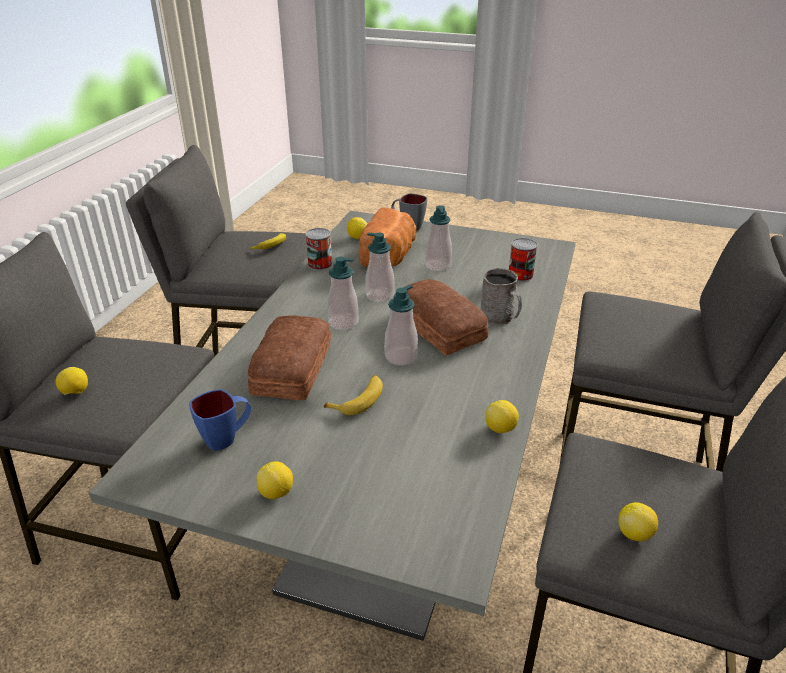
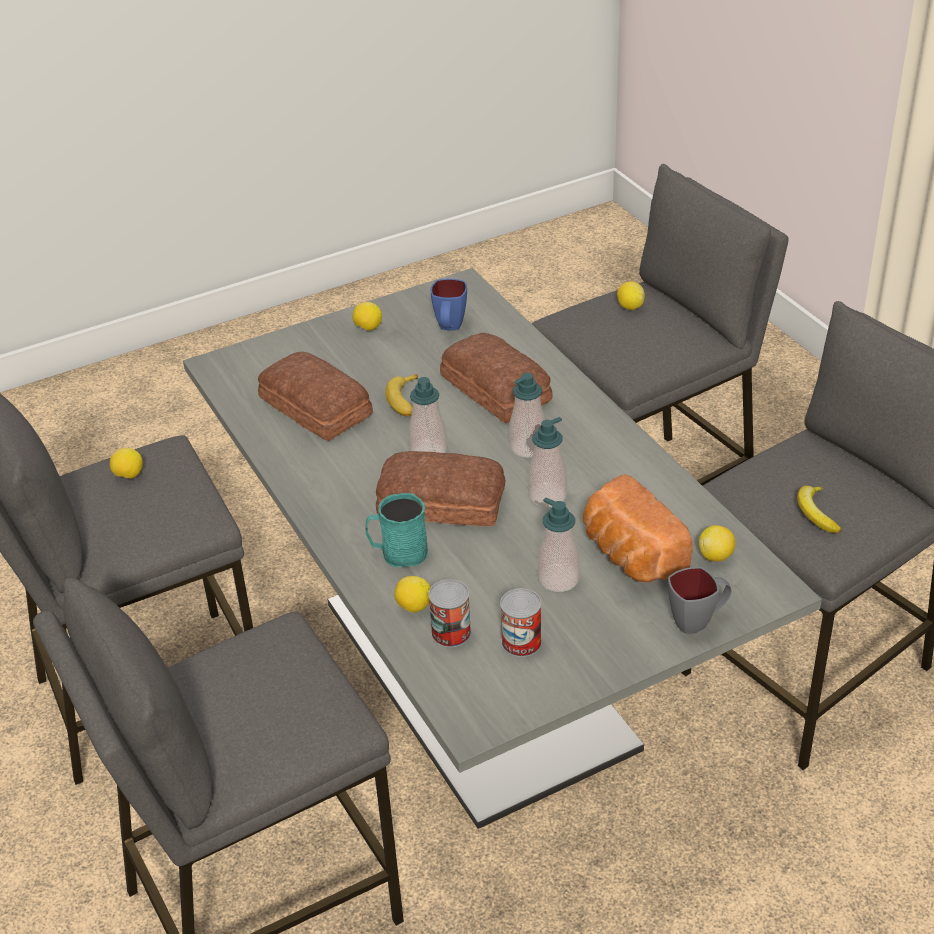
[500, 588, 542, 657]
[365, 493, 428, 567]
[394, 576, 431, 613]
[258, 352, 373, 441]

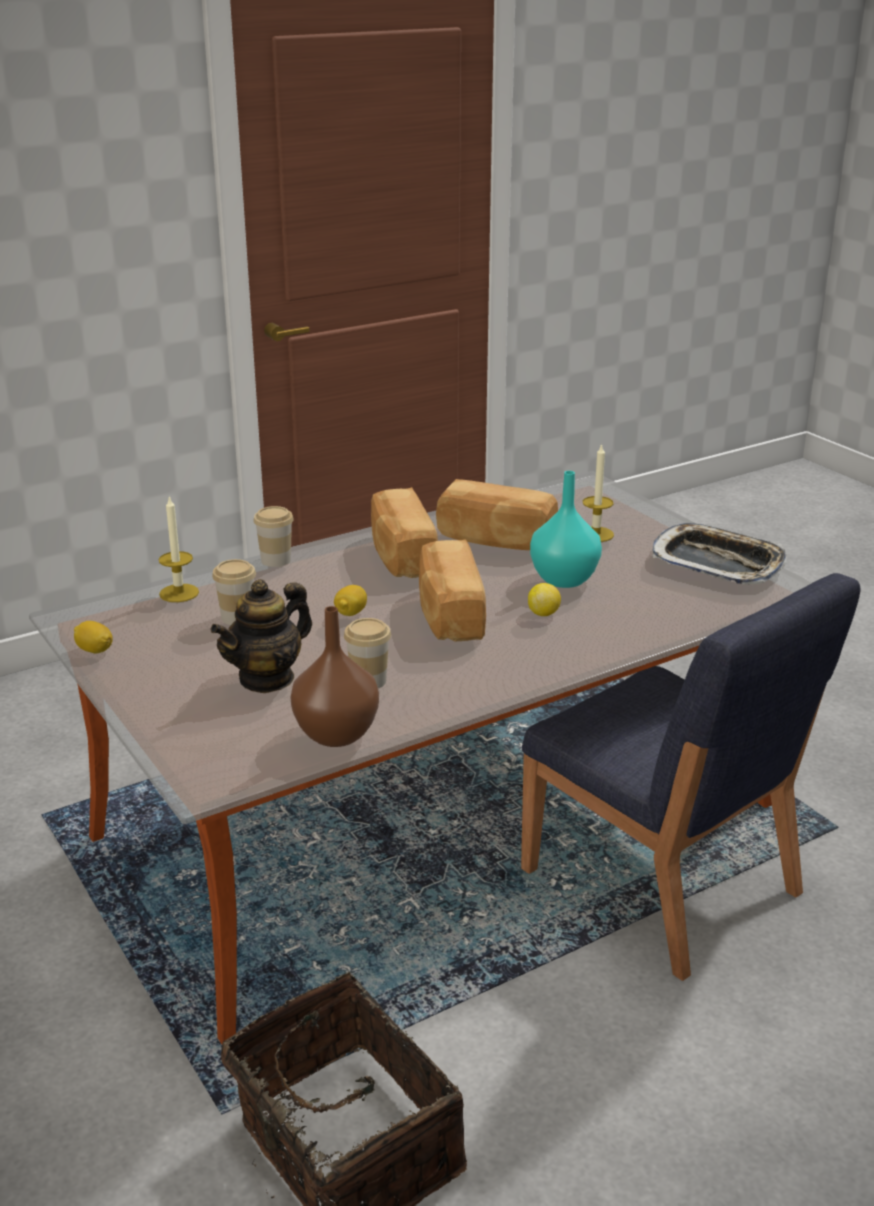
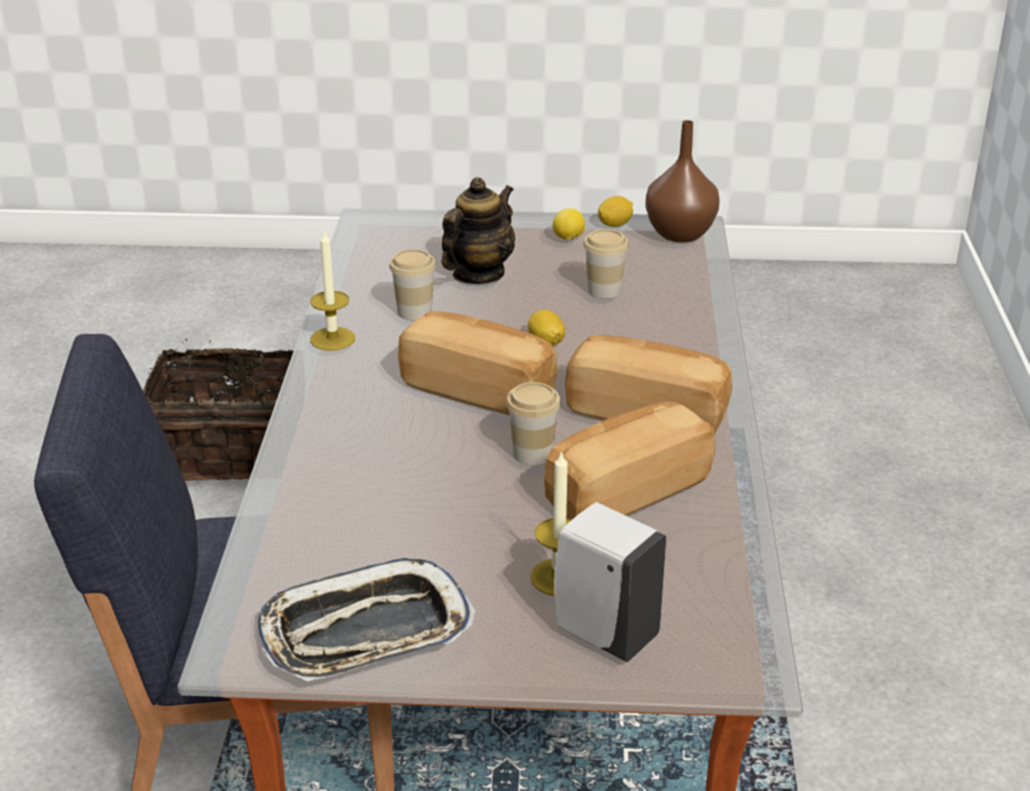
[530, 471, 602, 588] (first image)
[310, 229, 355, 351]
[506, 382, 561, 465]
[441, 177, 515, 284]
[552, 208, 585, 240]
[645, 120, 720, 242]
[554, 502, 666, 662]

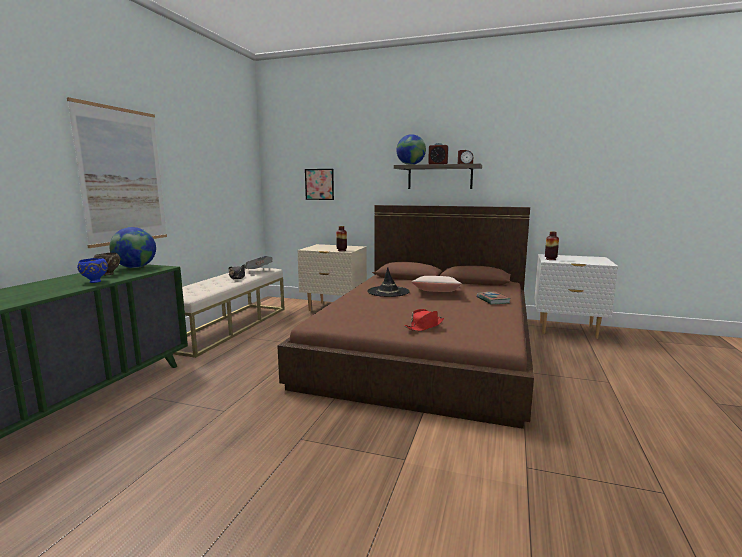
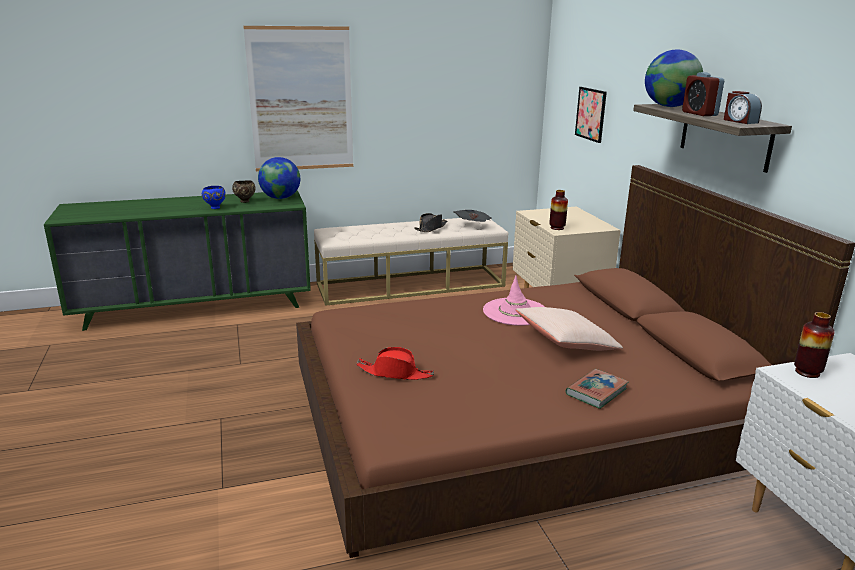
[483, 275, 545, 326]

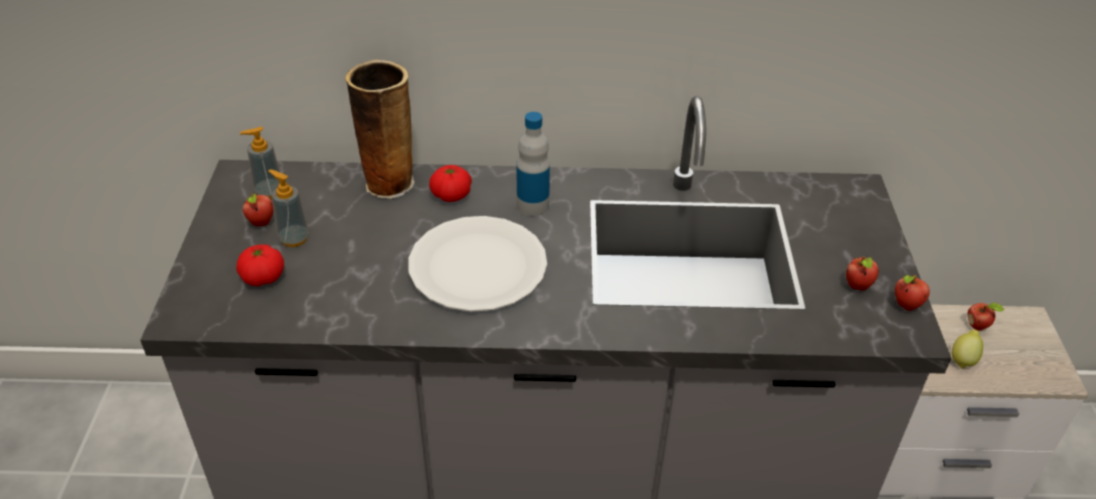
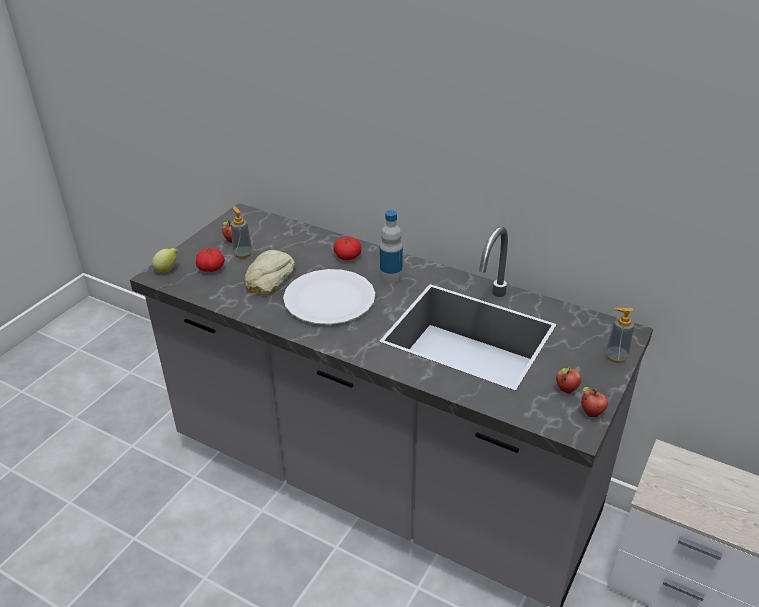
[345, 60, 414, 199] (first image)
[605, 308, 635, 363]
[968, 303, 1005, 331] (first image)
[152, 248, 178, 273]
[244, 250, 295, 295]

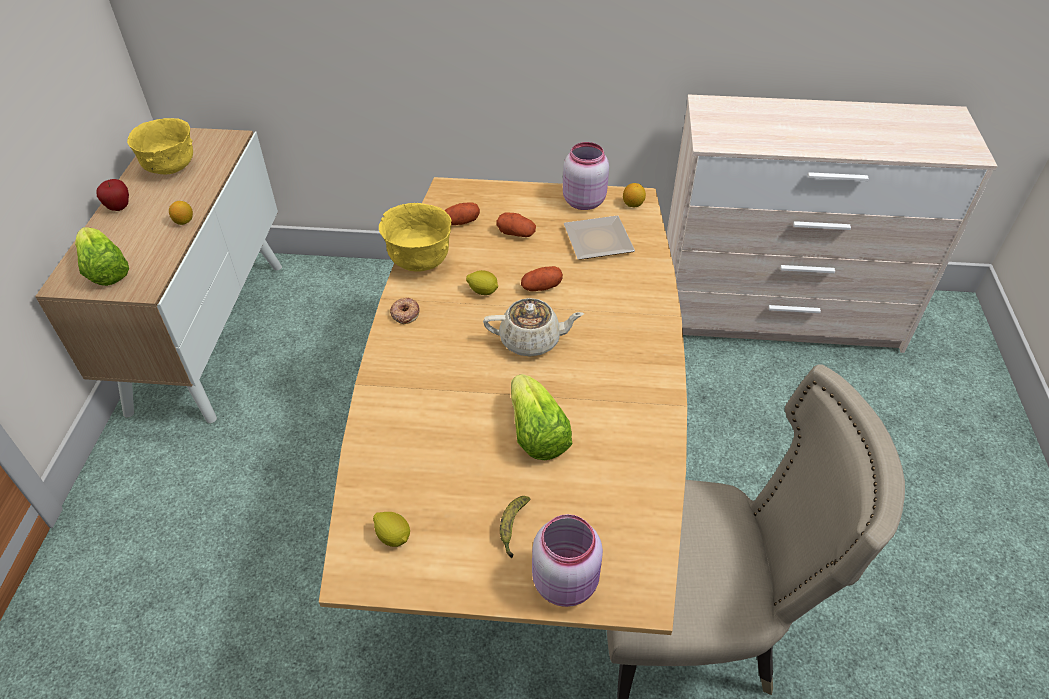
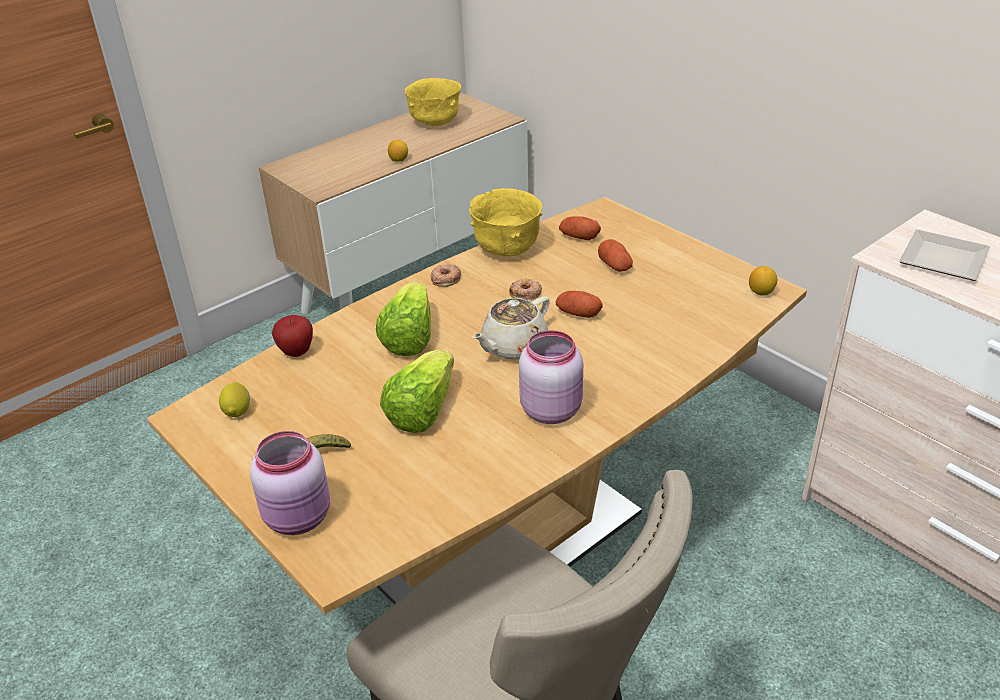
[519, 330, 583, 424]
[272, 315, 313, 357]
[899, 230, 990, 281]
[376, 282, 431, 356]
[509, 278, 542, 300]
[473, 296, 550, 360]

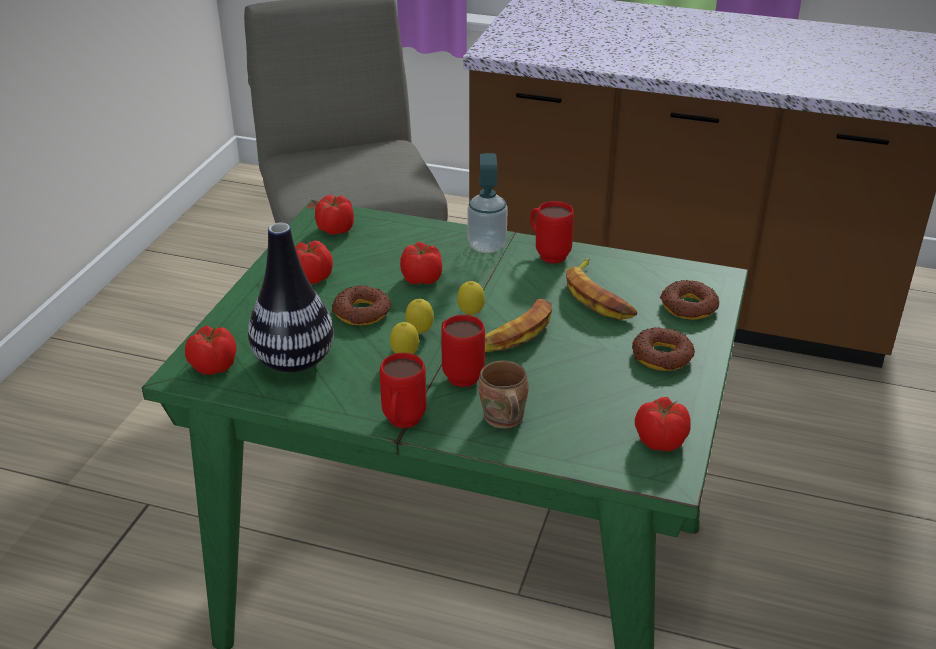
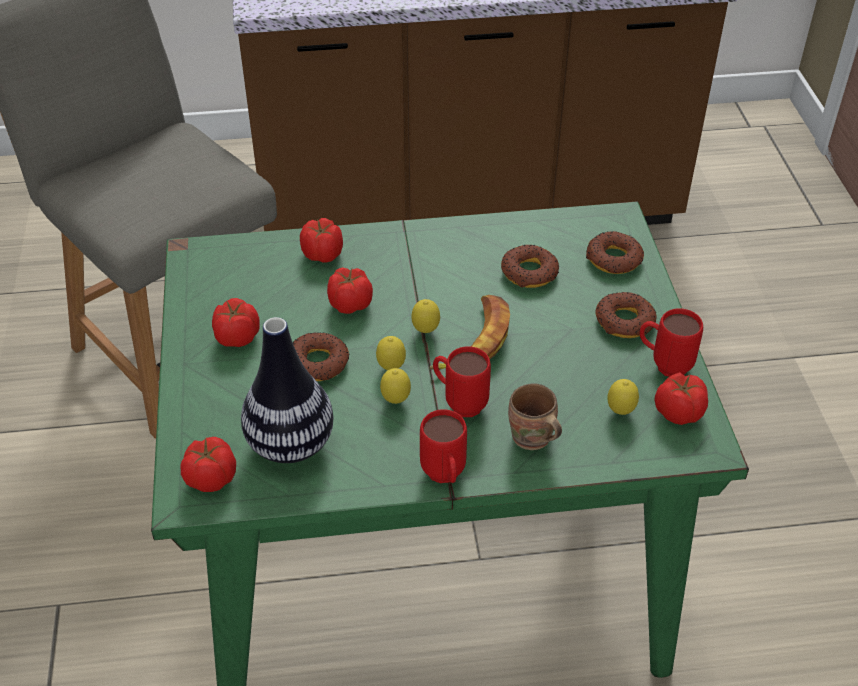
[467, 153, 508, 253] (first image)
[300, 218, 343, 263]
[639, 308, 703, 377]
[501, 245, 559, 288]
[608, 379, 639, 415]

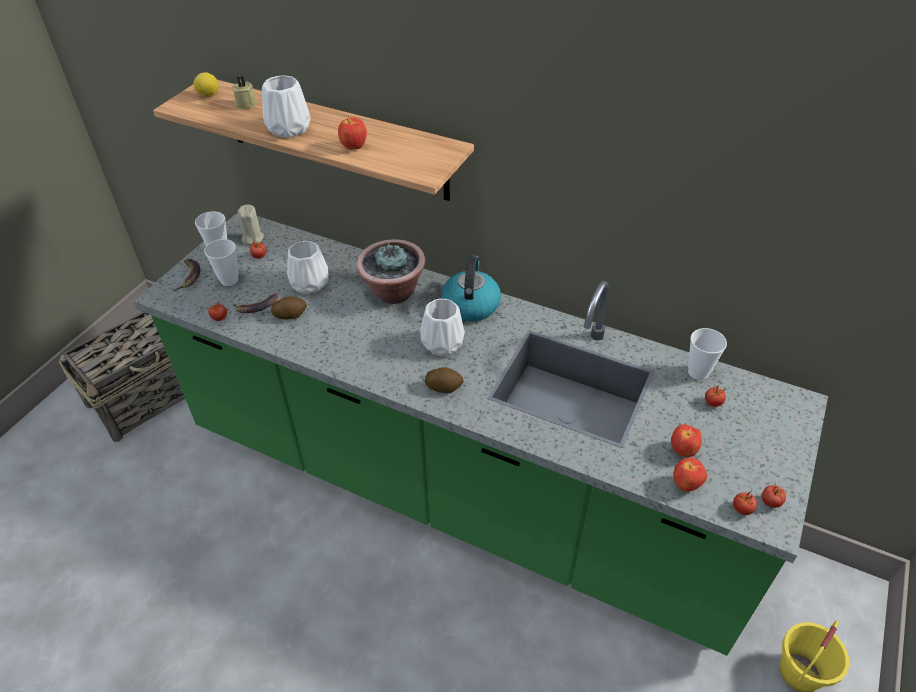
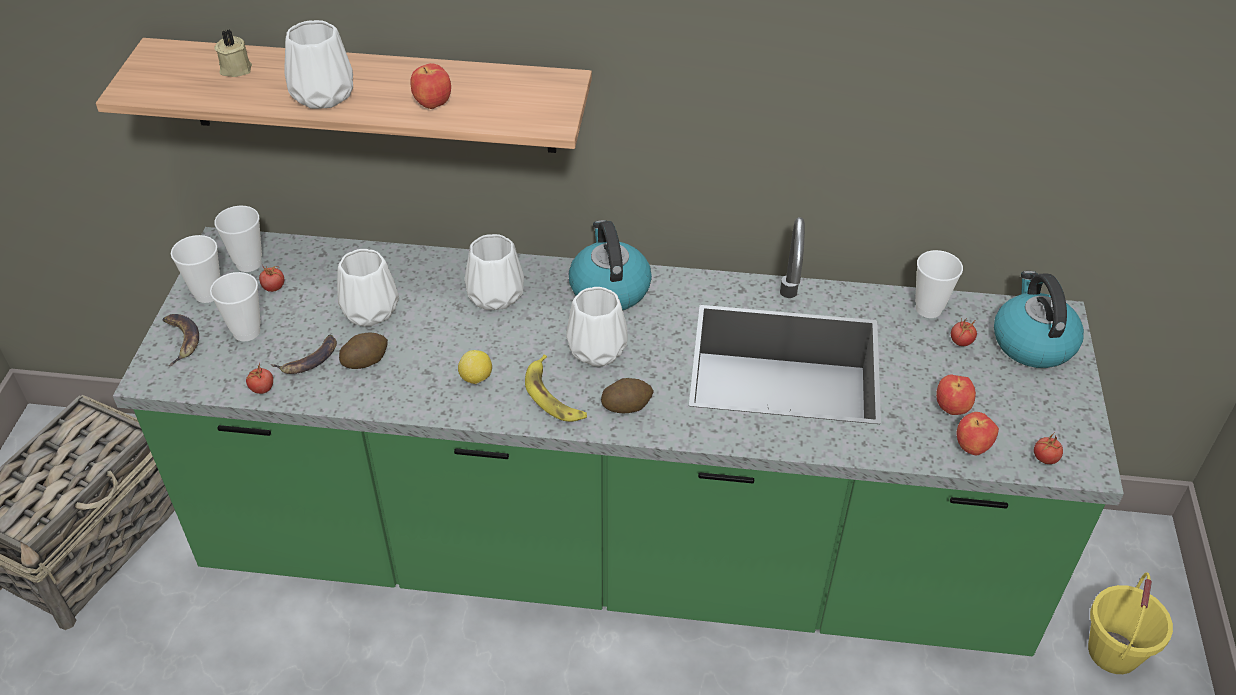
[458, 350, 492, 384]
[214, 206, 262, 272]
[465, 234, 524, 310]
[762, 482, 787, 508] (first image)
[994, 271, 1084, 368]
[525, 354, 587, 422]

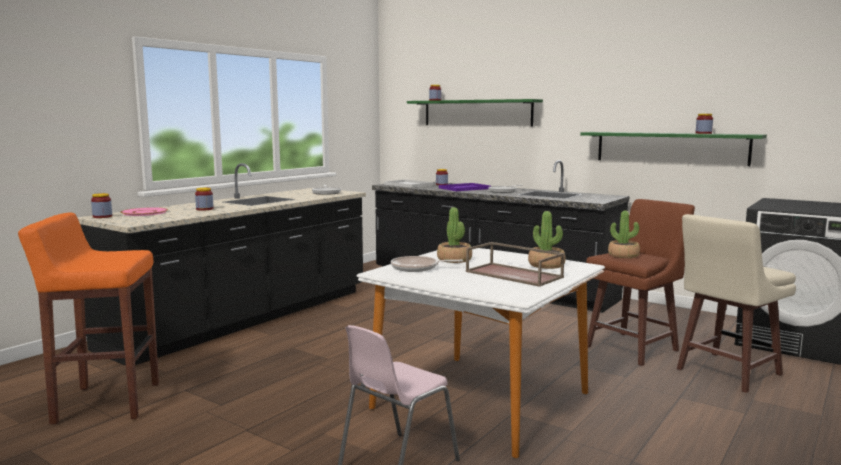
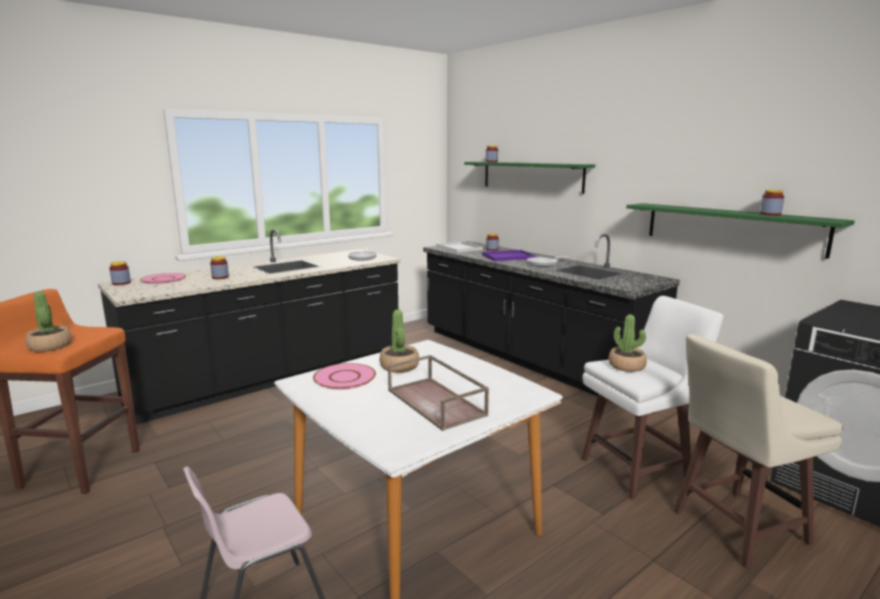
[581, 296, 723, 499]
[25, 291, 72, 352]
[313, 363, 376, 390]

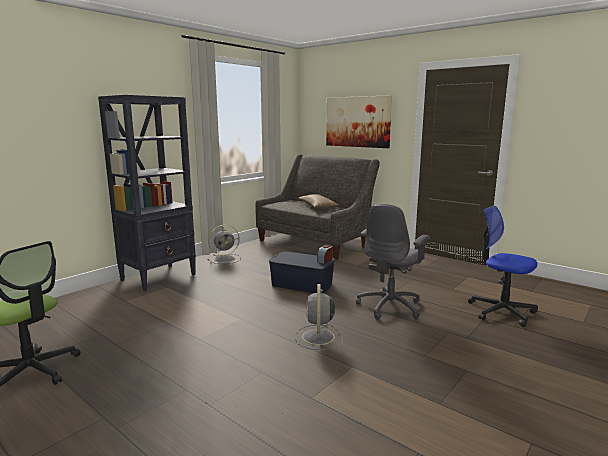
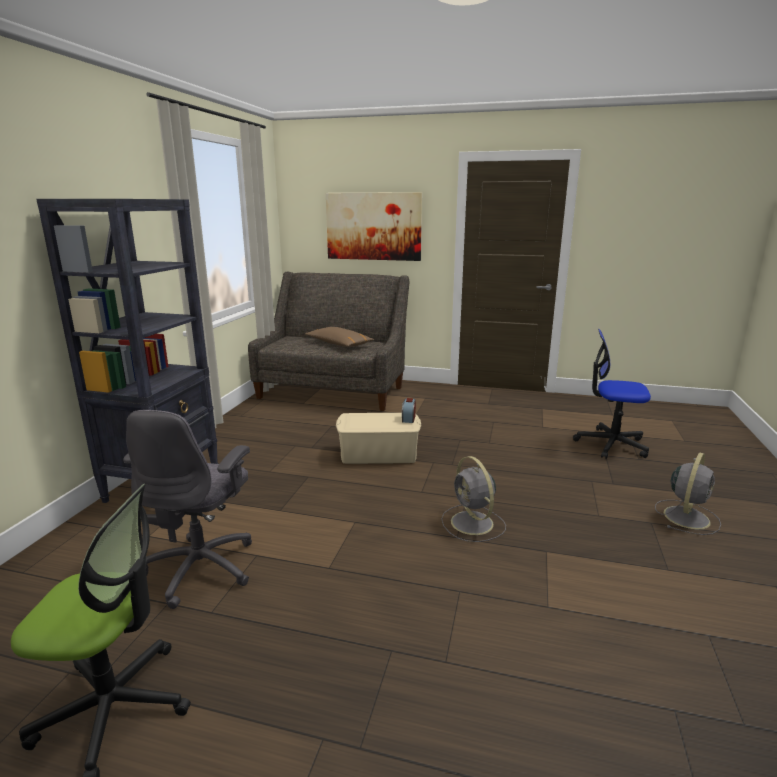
[123, 410, 252, 609]
[655, 452, 721, 535]
[336, 413, 422, 464]

